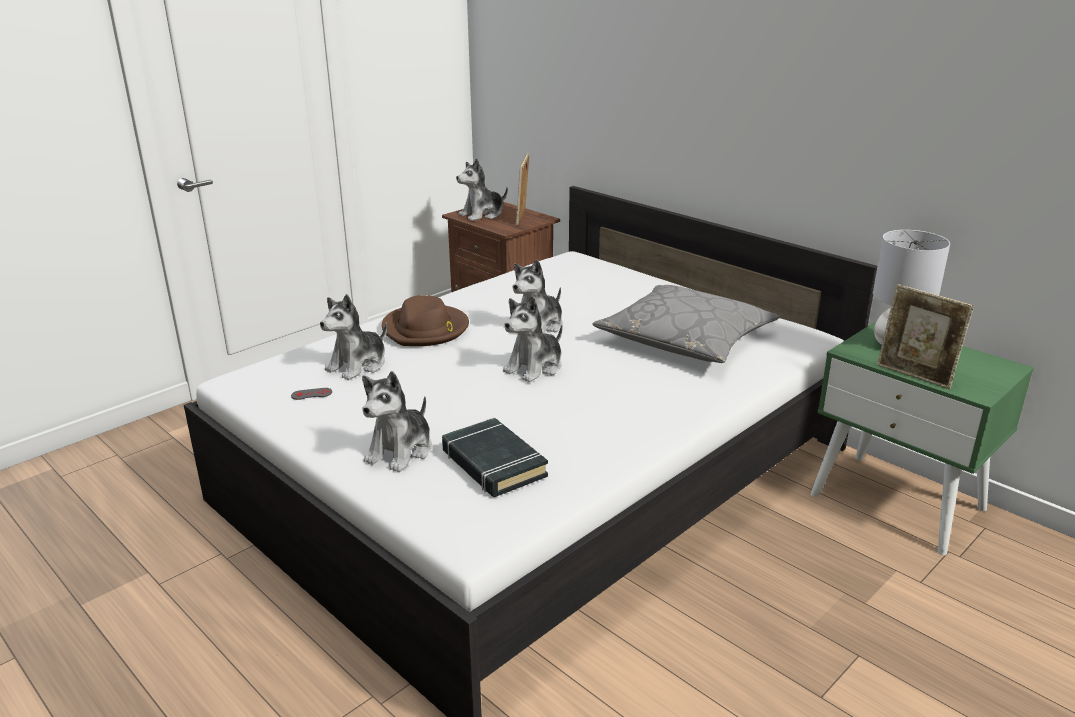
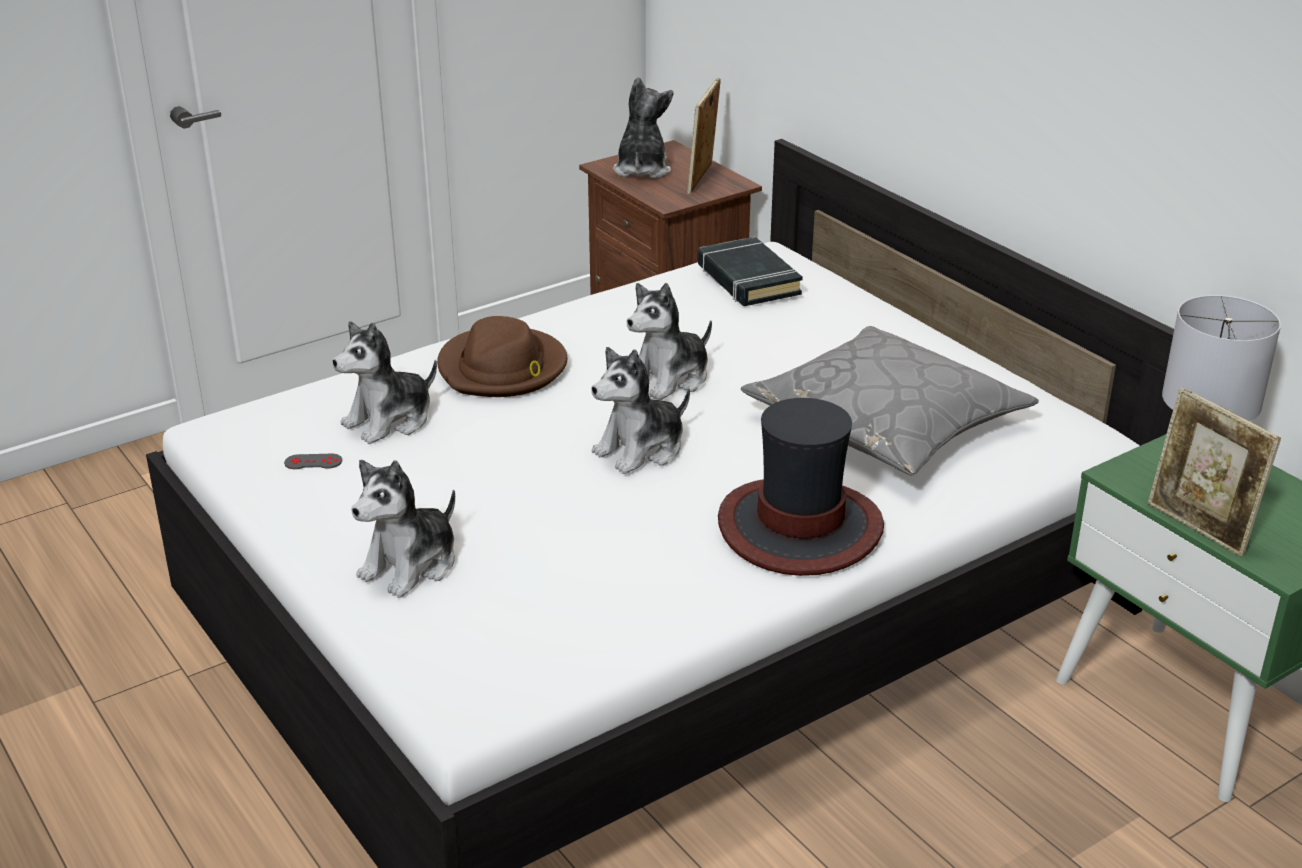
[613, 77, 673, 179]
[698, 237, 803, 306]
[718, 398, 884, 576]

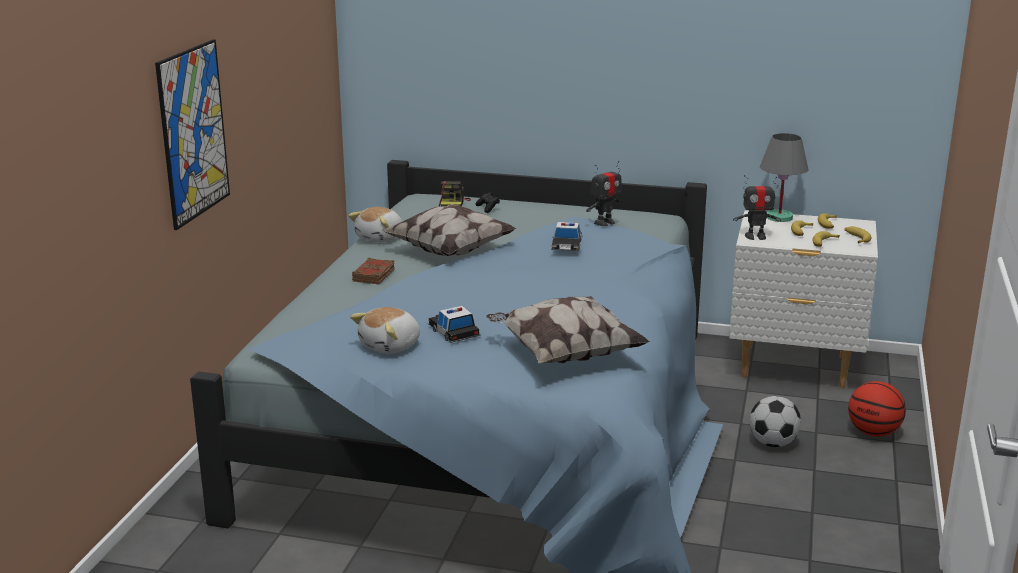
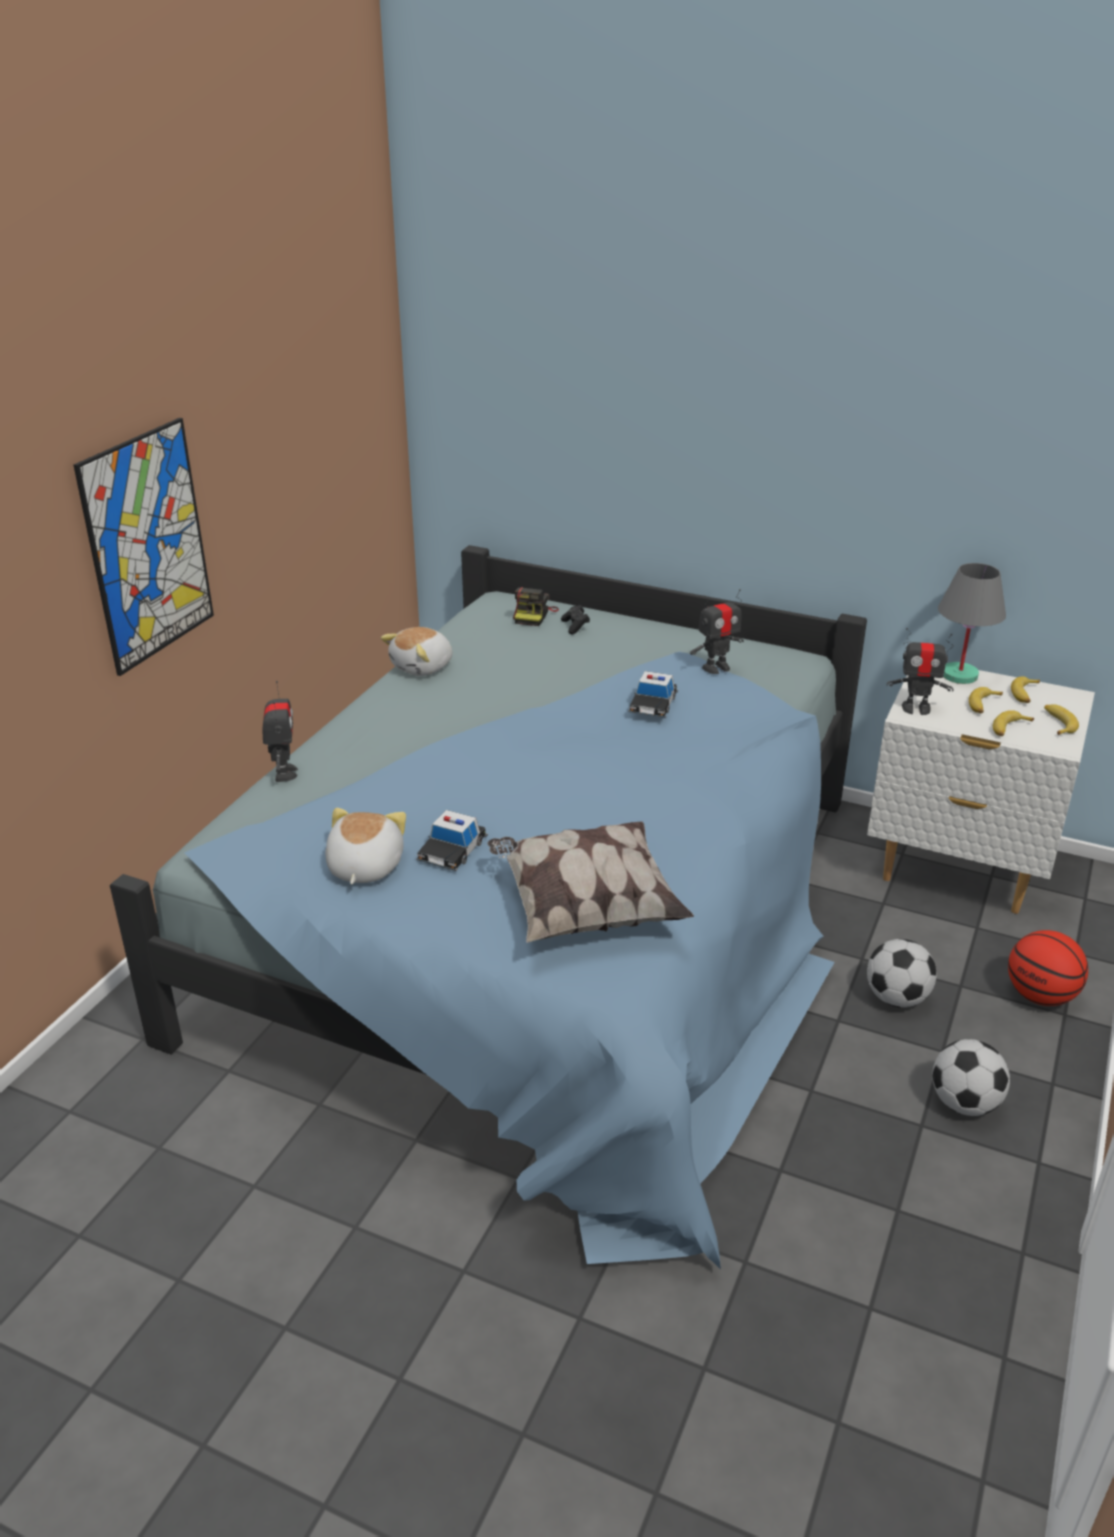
[382, 204, 517, 256] (first image)
[352, 258, 395, 284] (first image)
[417, 810, 488, 871]
[325, 808, 406, 884]
[262, 681, 298, 782]
[932, 1039, 1010, 1116]

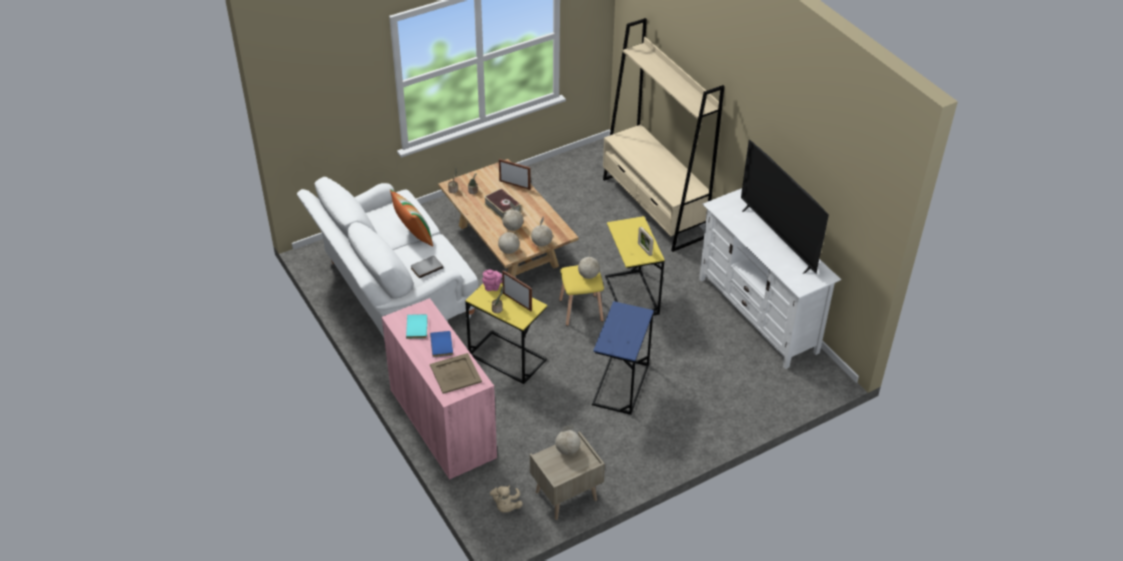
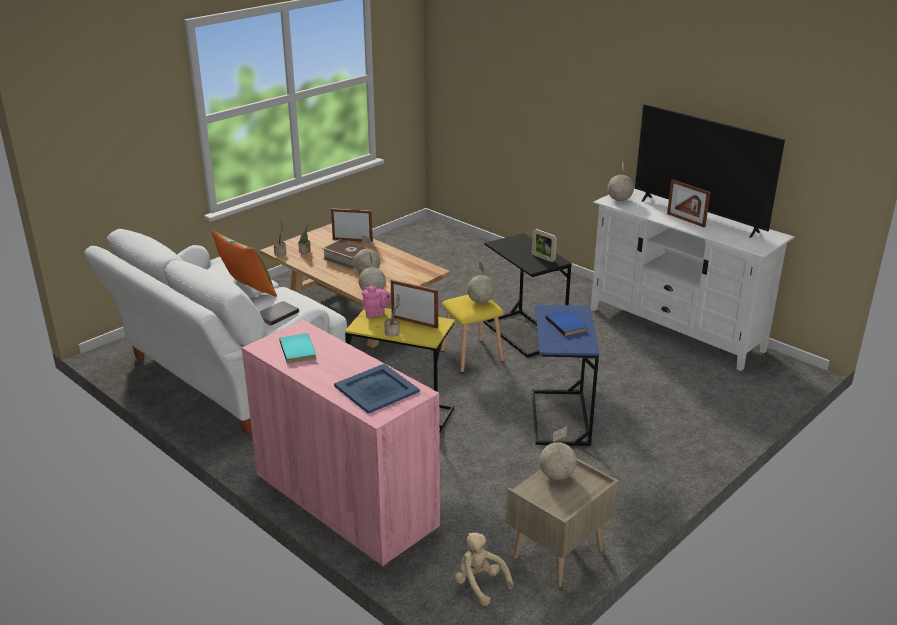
[603, 18, 725, 252] (first image)
[608, 160, 634, 201]
[484, 233, 572, 358]
[546, 310, 587, 336]
[334, 364, 420, 414]
[454, 532, 513, 606]
[667, 179, 710, 228]

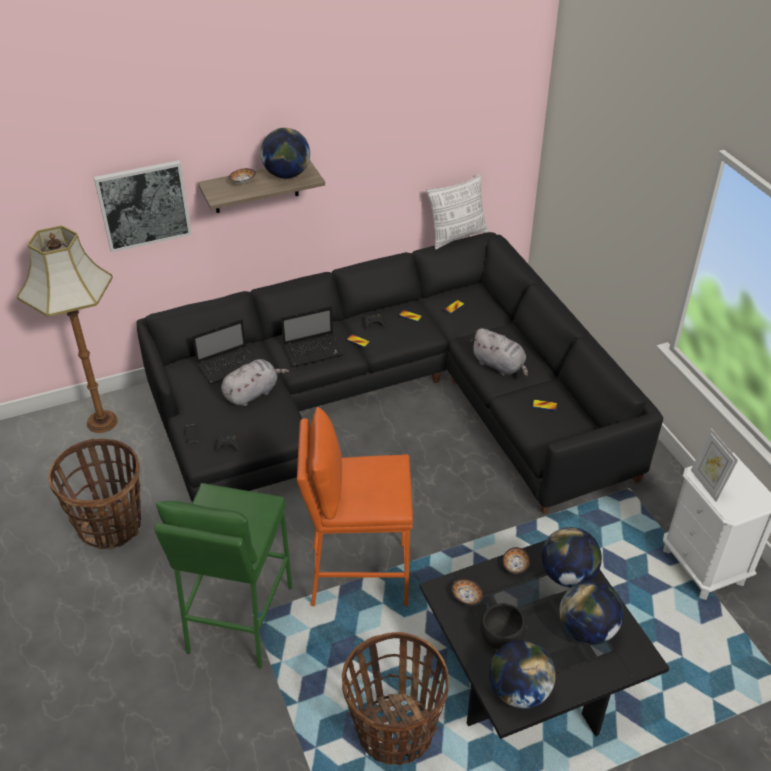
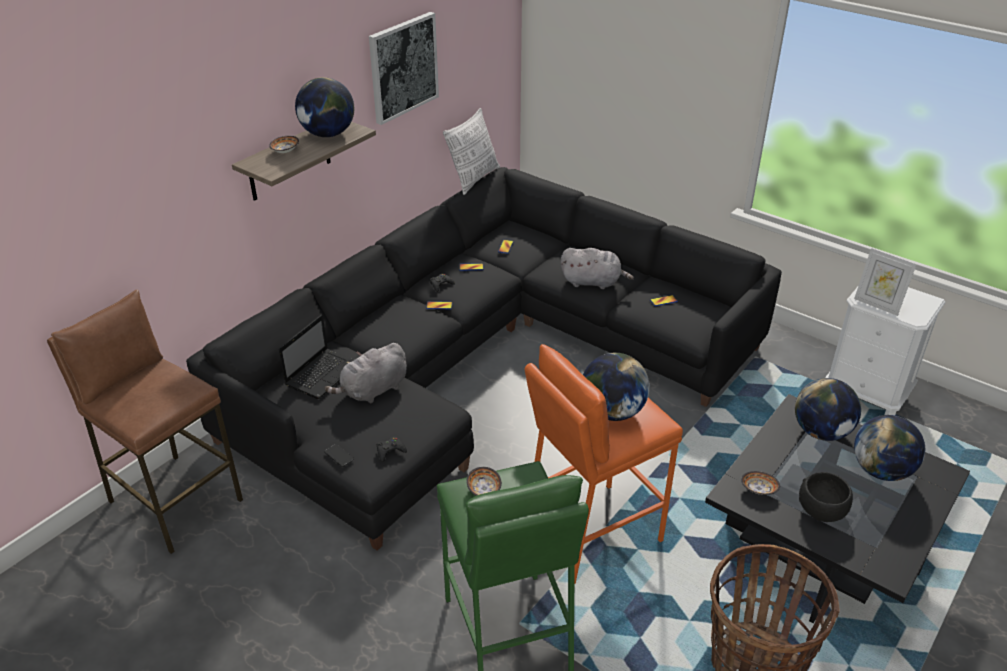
[369, 12, 439, 125]
[47, 290, 243, 554]
[281, 306, 344, 367] (first image)
[324, 343, 407, 403]
[48, 438, 141, 549] (first image)
[466, 467, 502, 496]
[583, 353, 650, 421]

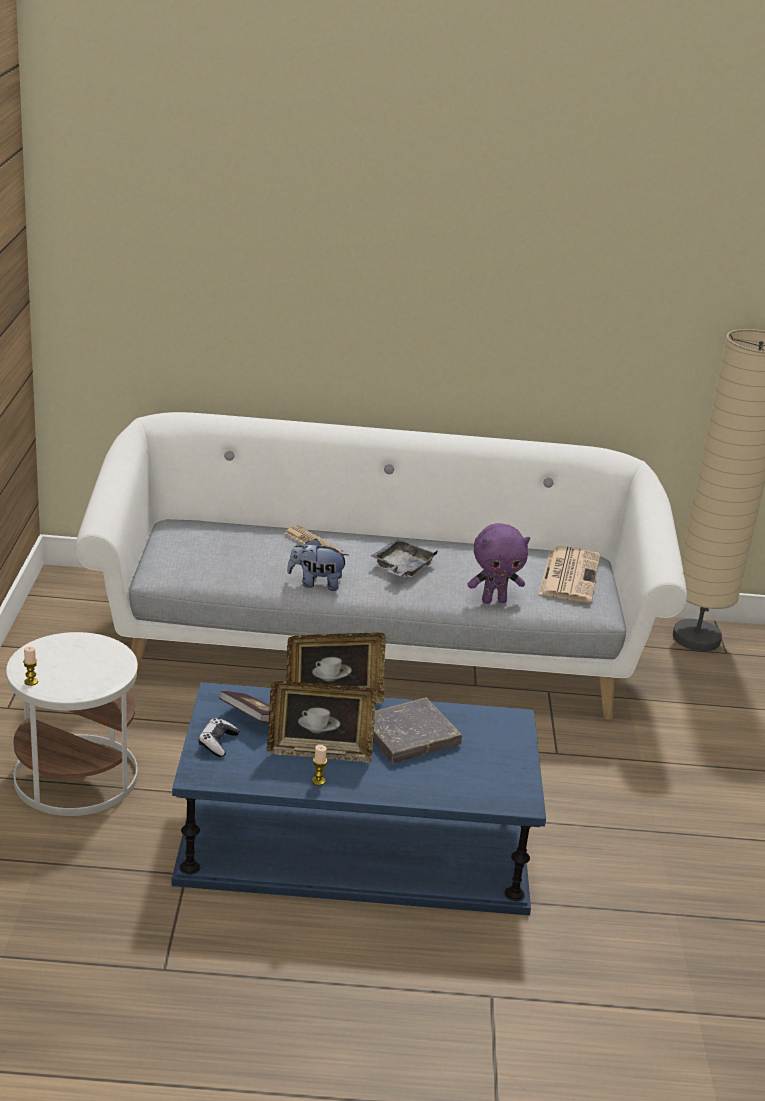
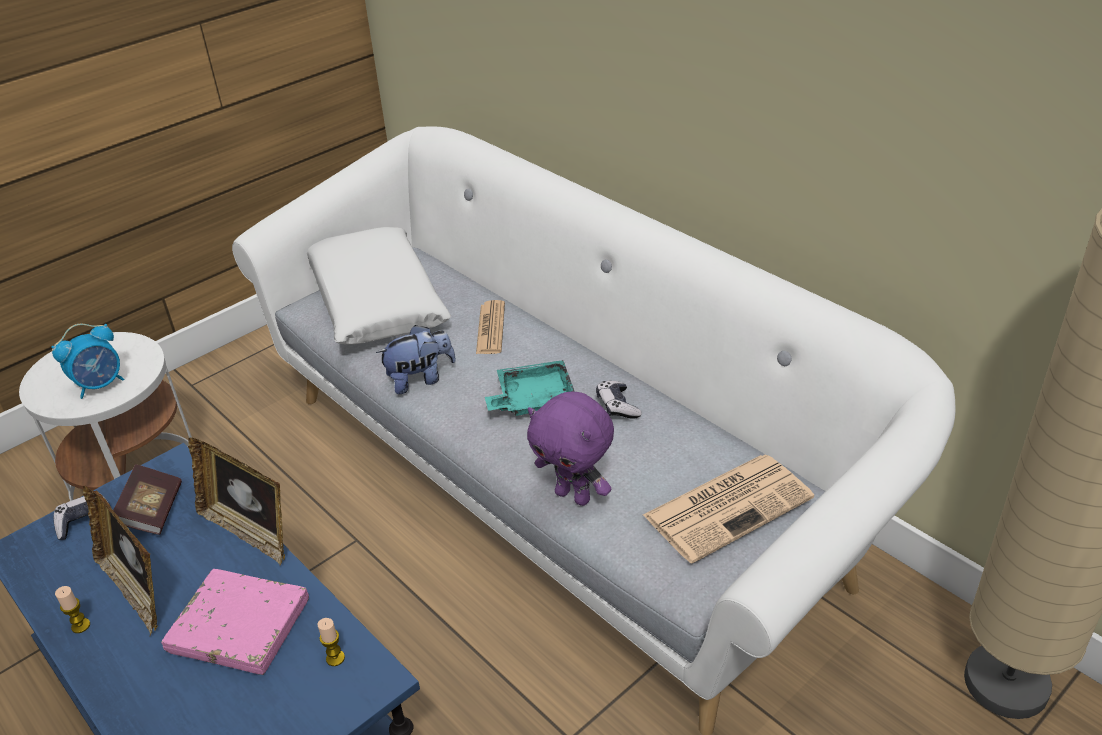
[376, 325, 456, 394]
[485, 360, 575, 416]
[317, 618, 345, 666]
[161, 569, 309, 675]
[307, 227, 451, 344]
[52, 324, 124, 399]
[596, 381, 642, 419]

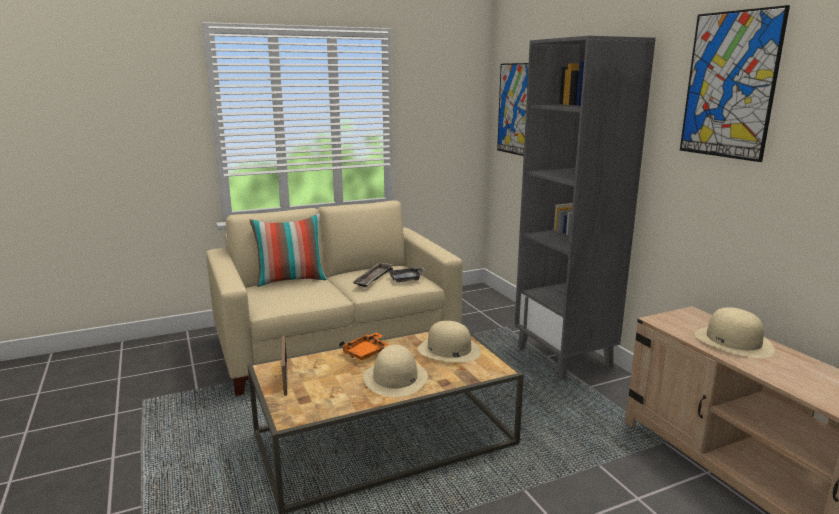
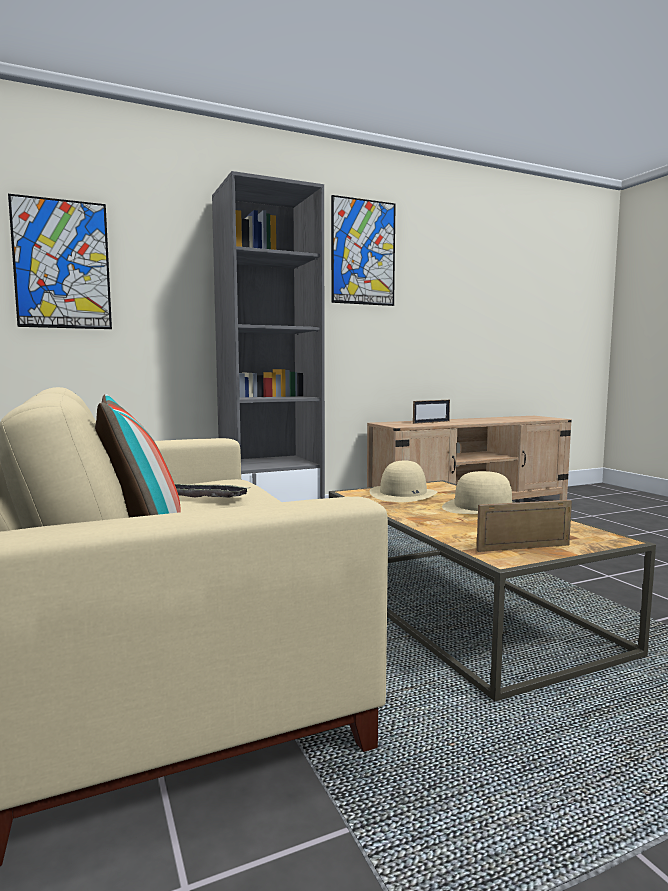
[388, 267, 425, 282] (first image)
[413, 400, 450, 424]
[339, 332, 389, 360] (first image)

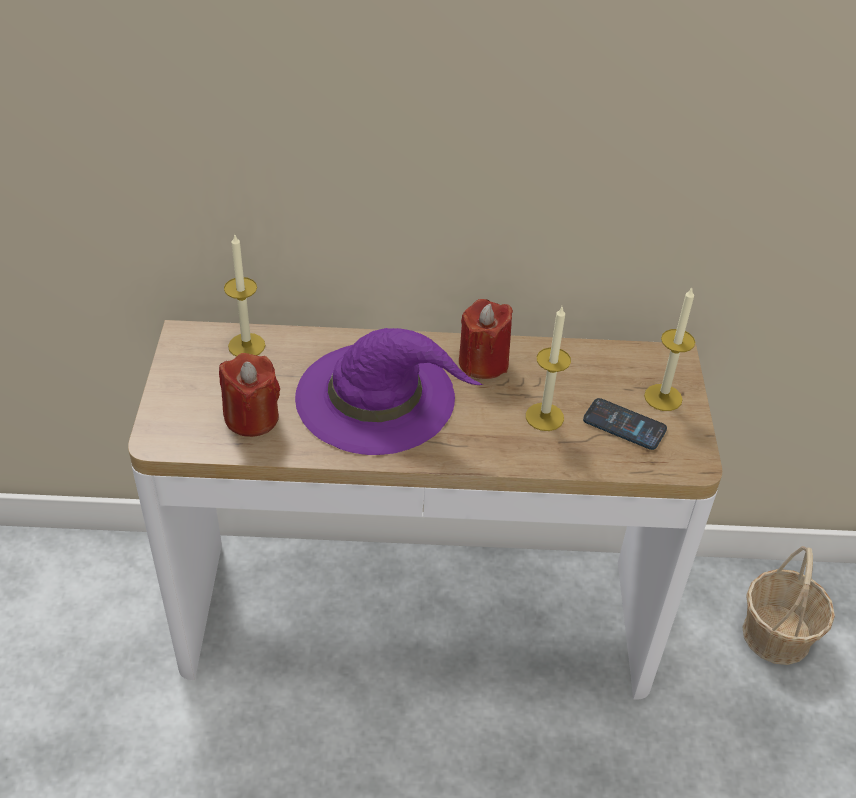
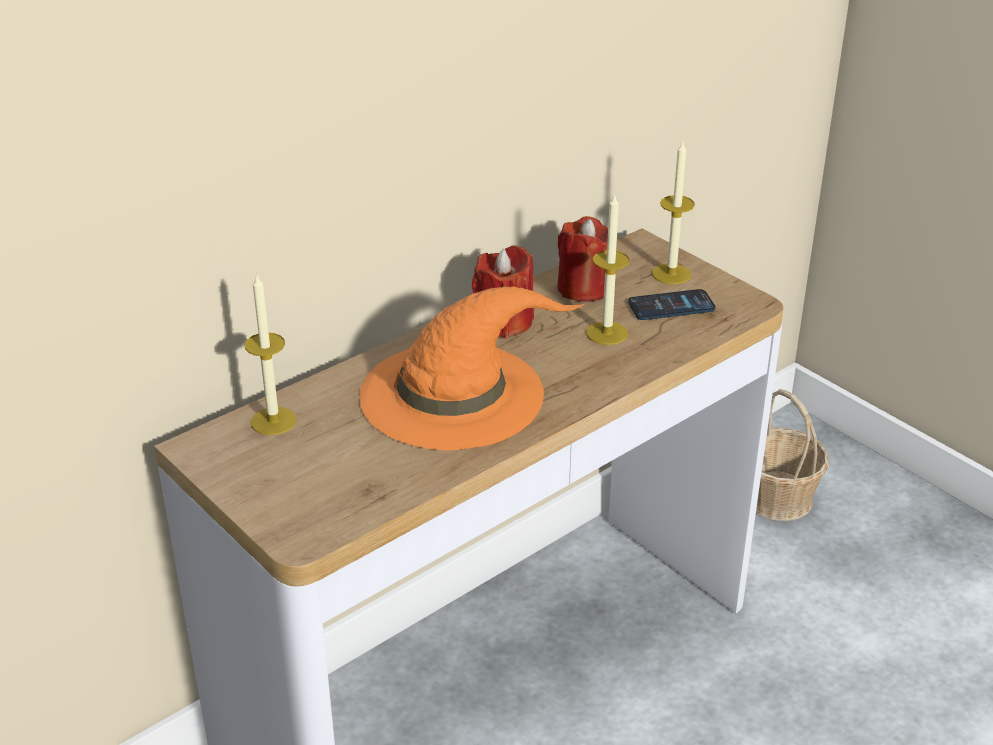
[359, 286, 584, 450]
[557, 216, 608, 302]

